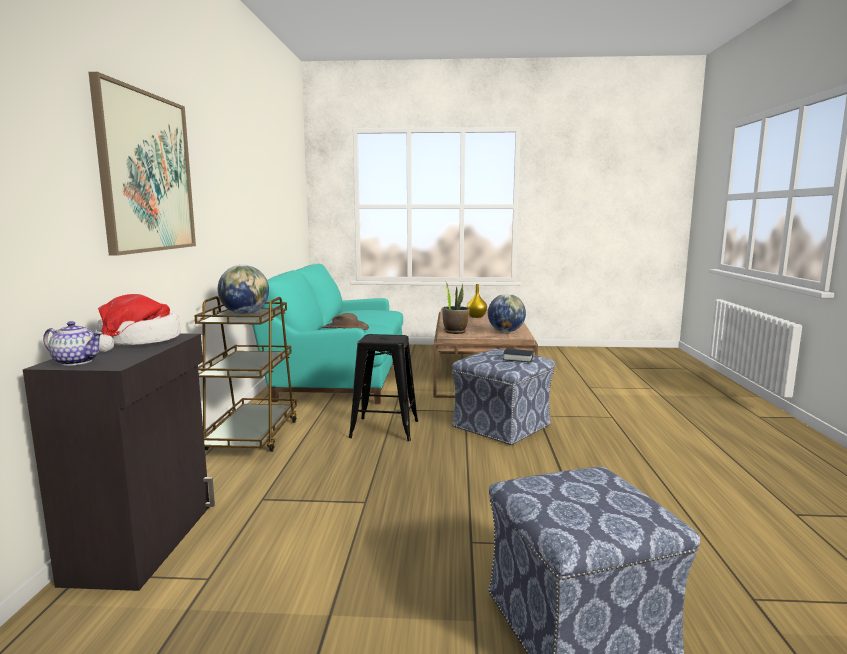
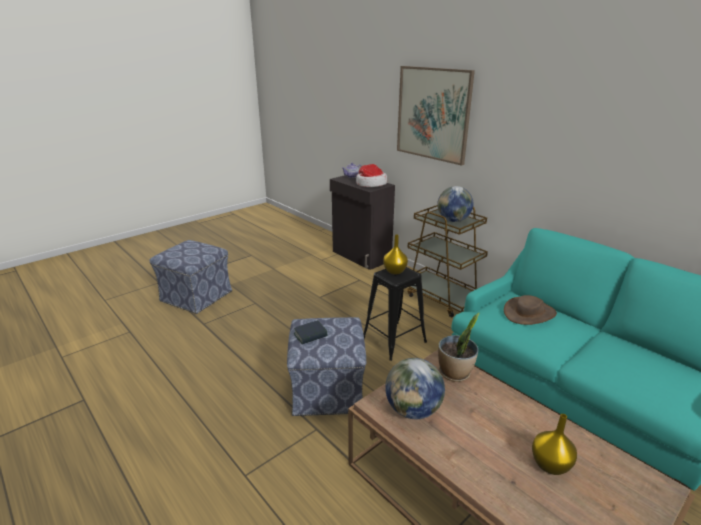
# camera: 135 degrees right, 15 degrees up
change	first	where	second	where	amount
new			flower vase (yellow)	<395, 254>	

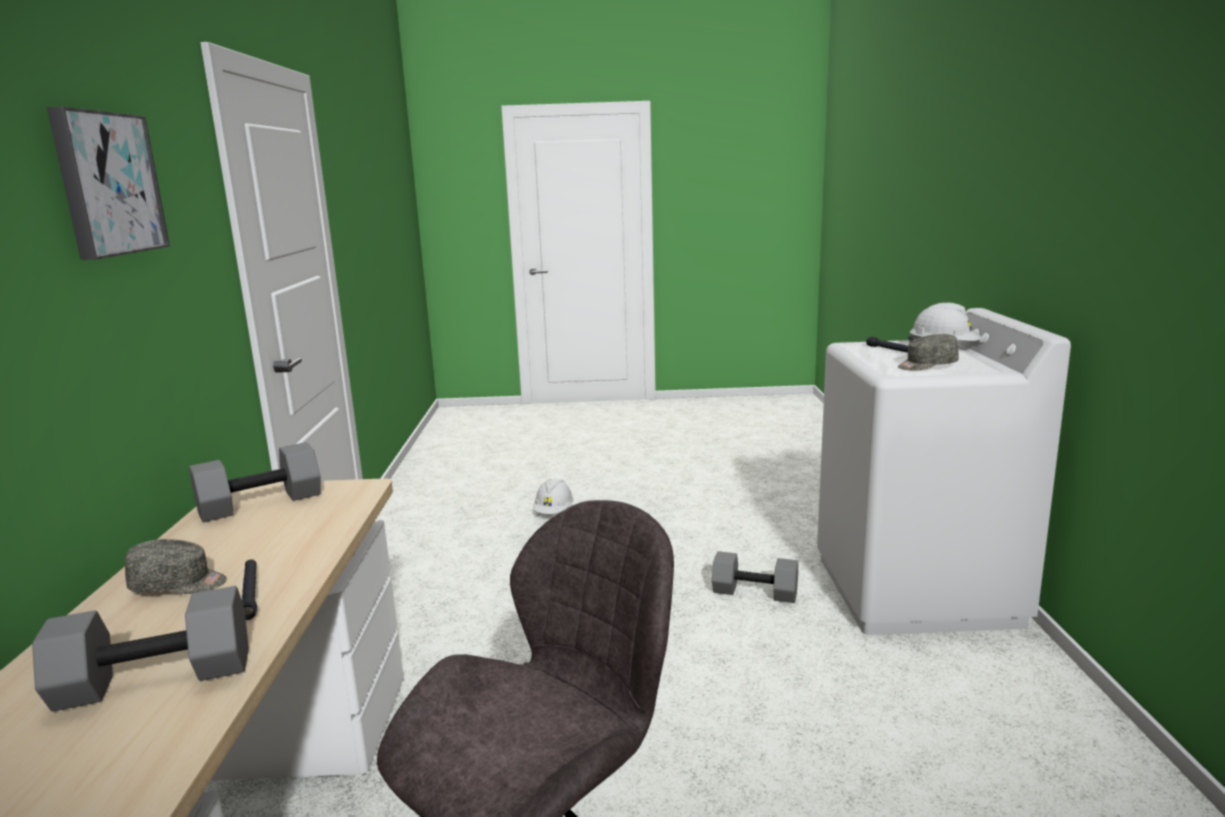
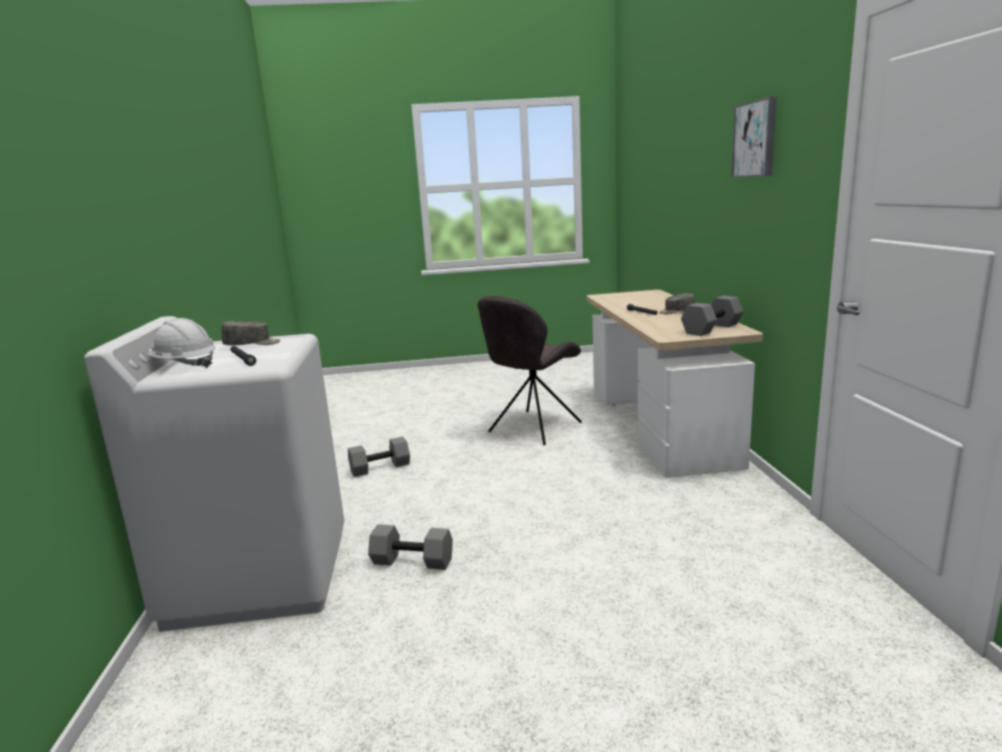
# camera: 175 degrees right, 0 degrees up
change	first	where	second	where	amount
gone	safety helmet (white)	<553, 496>			
shifted	free weight (gray)	<140, 649>		<379, 457>	

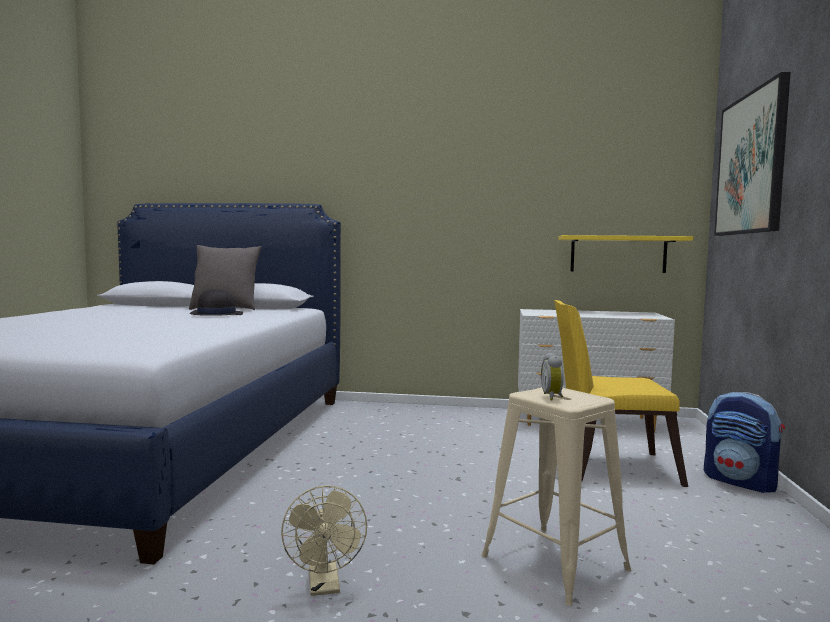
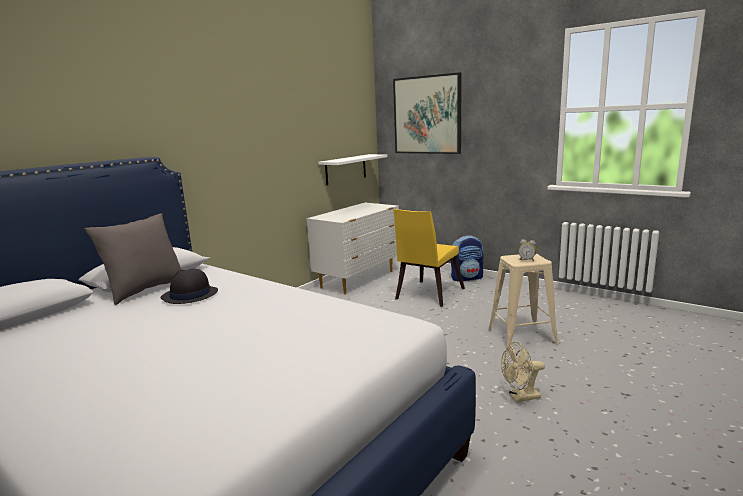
# camera: 60 degrees left, 10 degrees up
change	first	where	second	where	amount
repainted	bracket shelf (yellow)	<625, 254>	bracket shelf (white)	<353, 169>	
rotated	electric fan (beige-coloured)	<324, 540>		<523, 372>	150 degrees clockwise

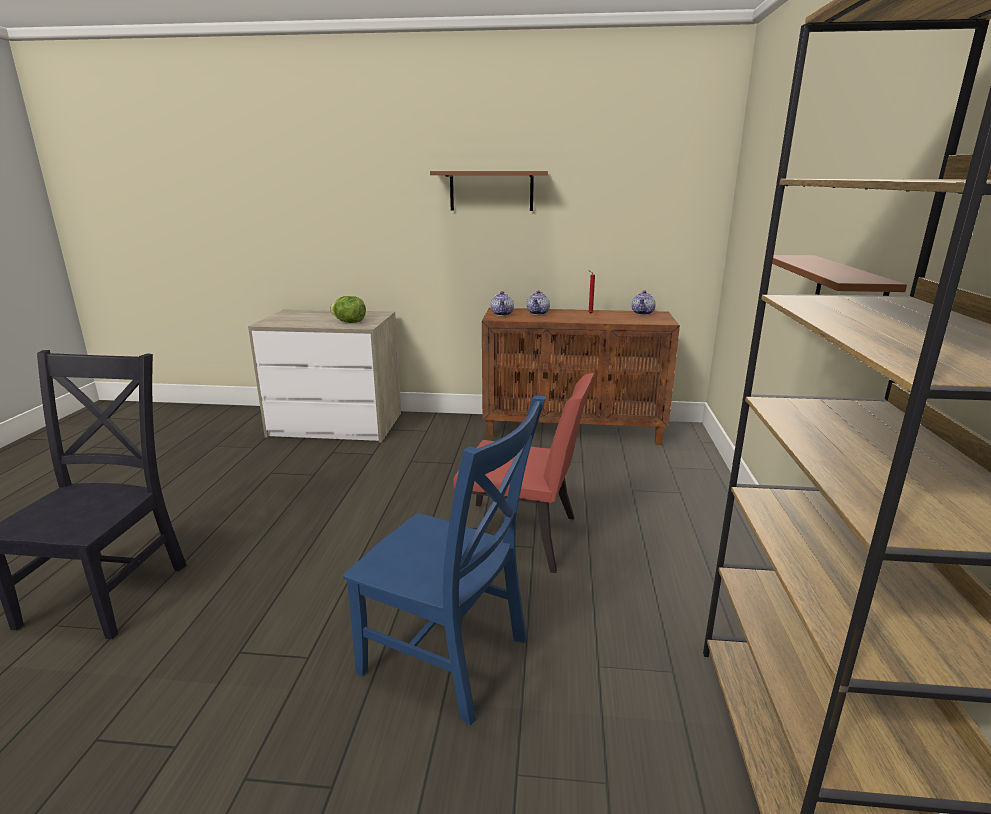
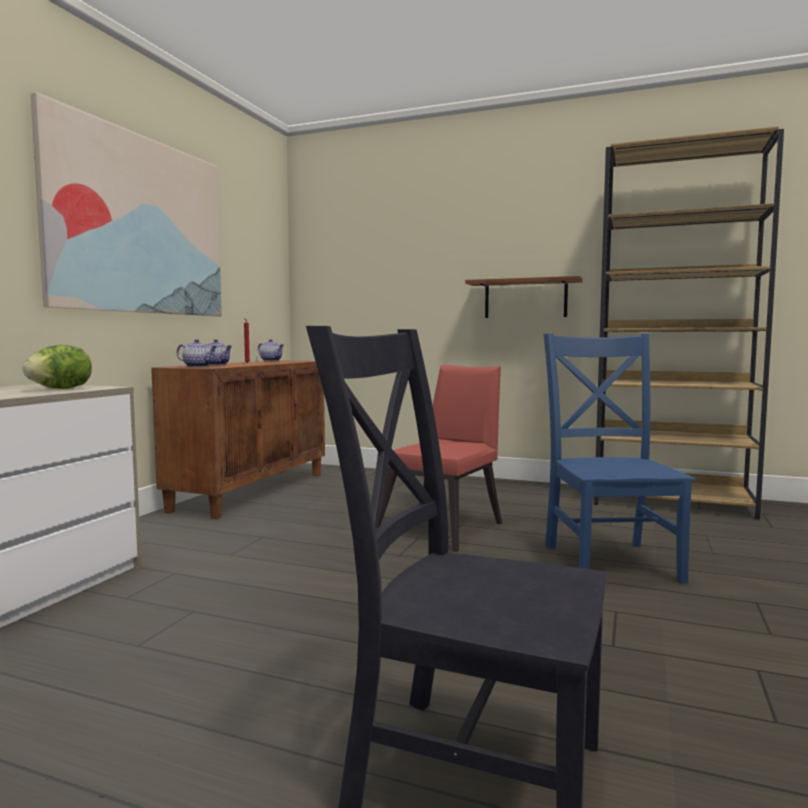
# camera: 75 degrees left, 15 degrees down
change	first	where	second	where	amount
swapped	bracket shelf (brownish)	<489, 191>	wall art	<126, 204>	
rotated	plain chair (blue)	<444, 560>		<620, 458>	45 degrees counterclockwise

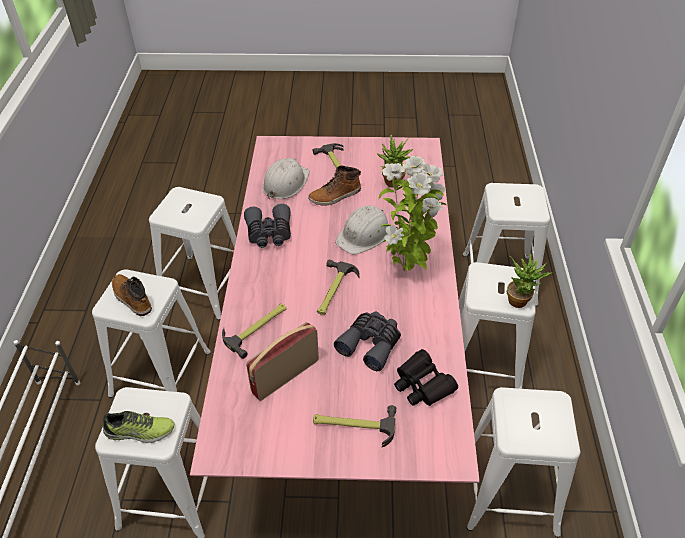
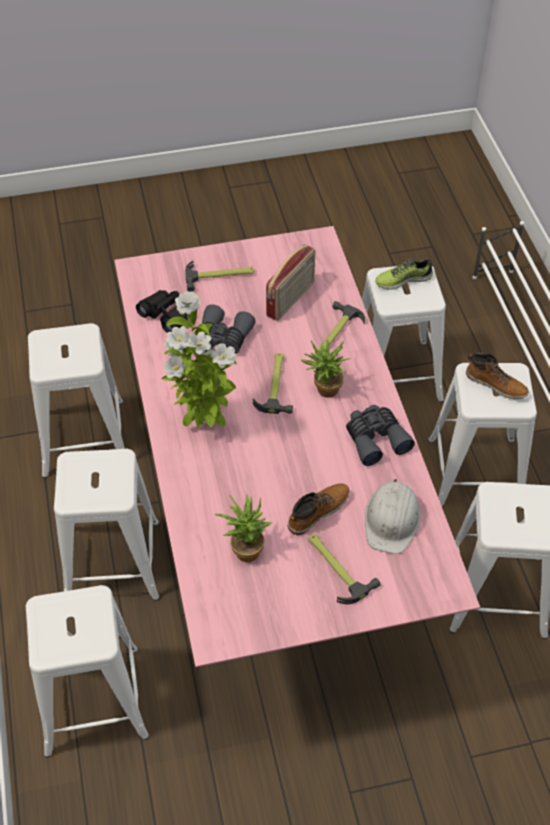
# camera: 165 degrees right, 5 degrees up
change	first	where	second	where	amount
gone	safety helmet (white)	<361, 230>			
shifted	plant in a pot	<529, 280>		<326, 369>	

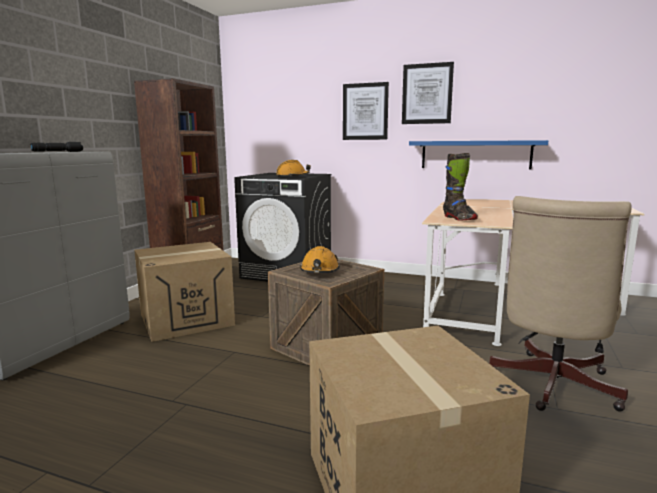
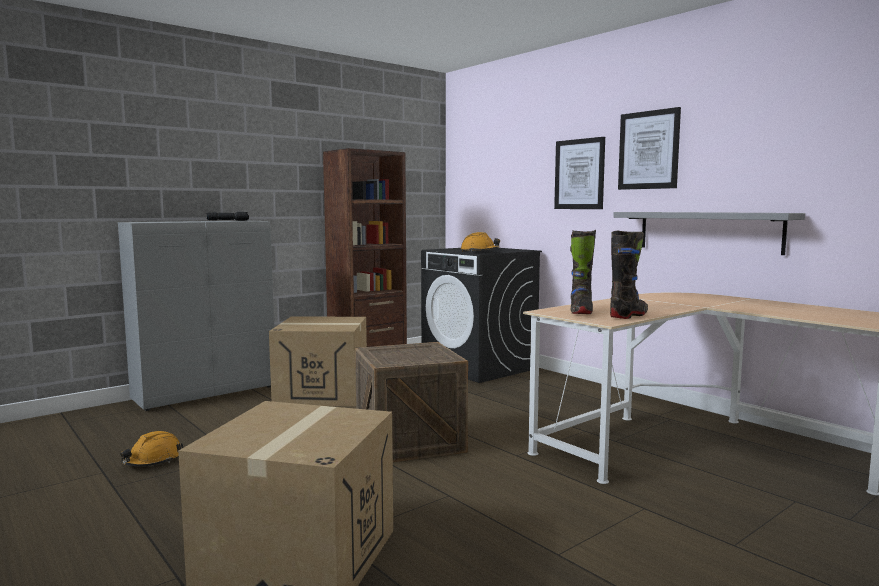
# camera: 30 degrees right, 5 degrees down
change	first	where	second	where	amount
gone	computer chair (beige-coloured)	<560, 304>			
new			high-top boot (black)	<629, 275>	
shifted	safety helmet (orange)	<320, 259>		<151, 448>	
repainted	bracket shelf (blue)	<478, 155>	bracket shelf (gray)	<709, 233>	

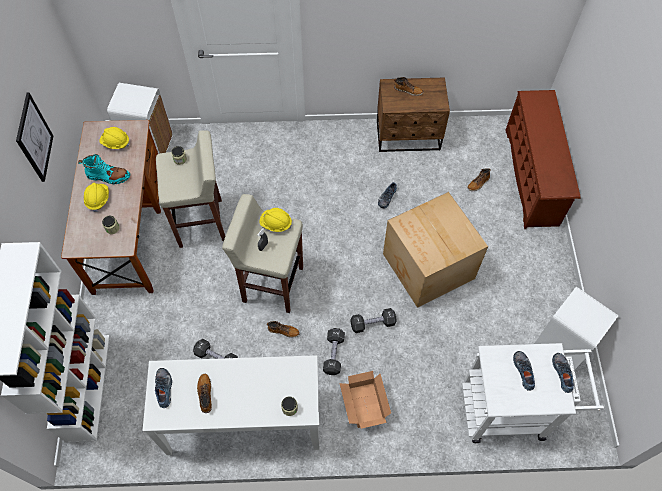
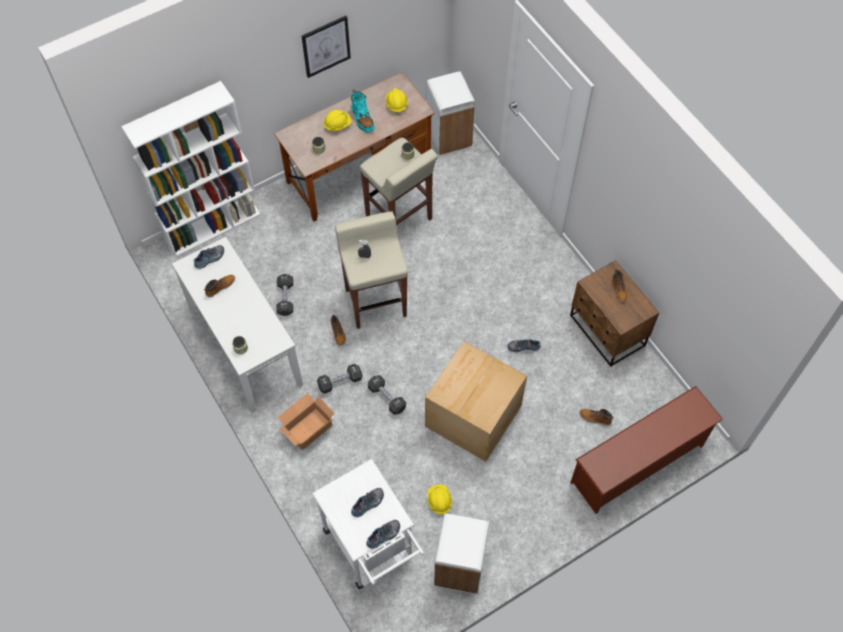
# camera: 60 degrees right, 0 degrees up
change	first	where	second	where	amount
shifted	safety helmet (yellow)	<275, 220>		<439, 500>	

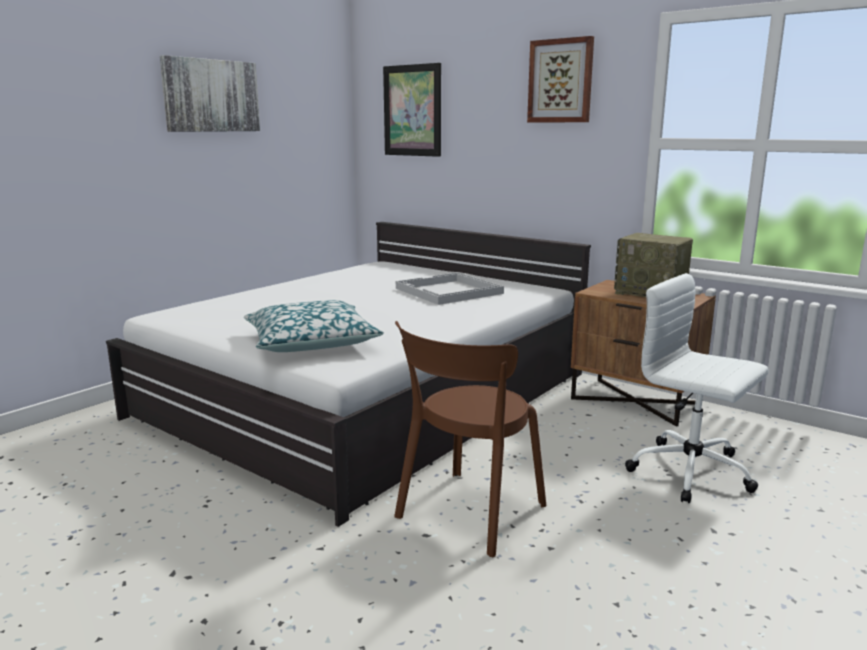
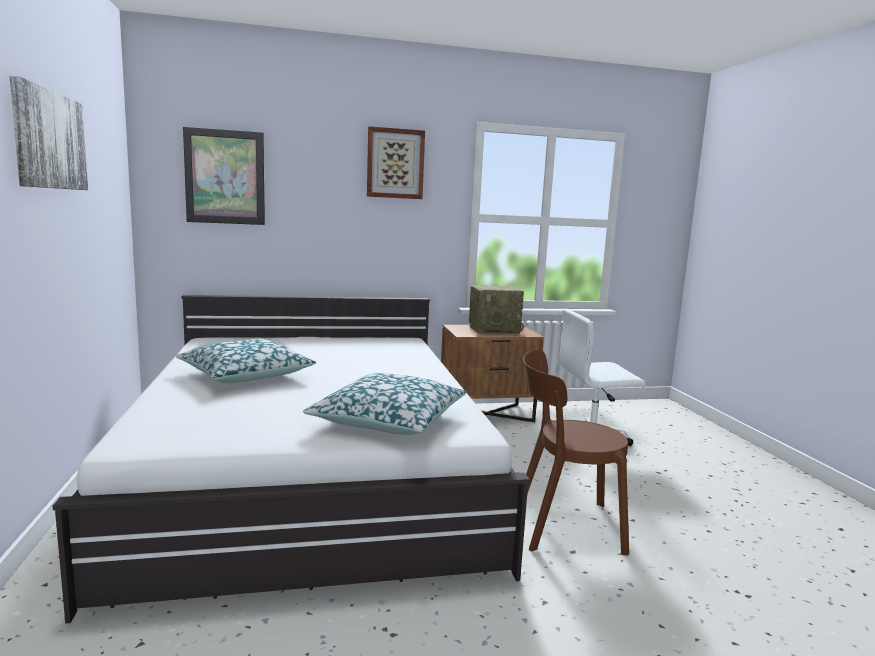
# camera: 50 degrees left, 5 degrees down
change	first	where	second	where	amount
gone	tray (white)	<450, 288>			
new			cushion	<246, 361>	
rotated	plain chair (brownish)	<470, 439>		<576, 452>	105 degrees clockwise

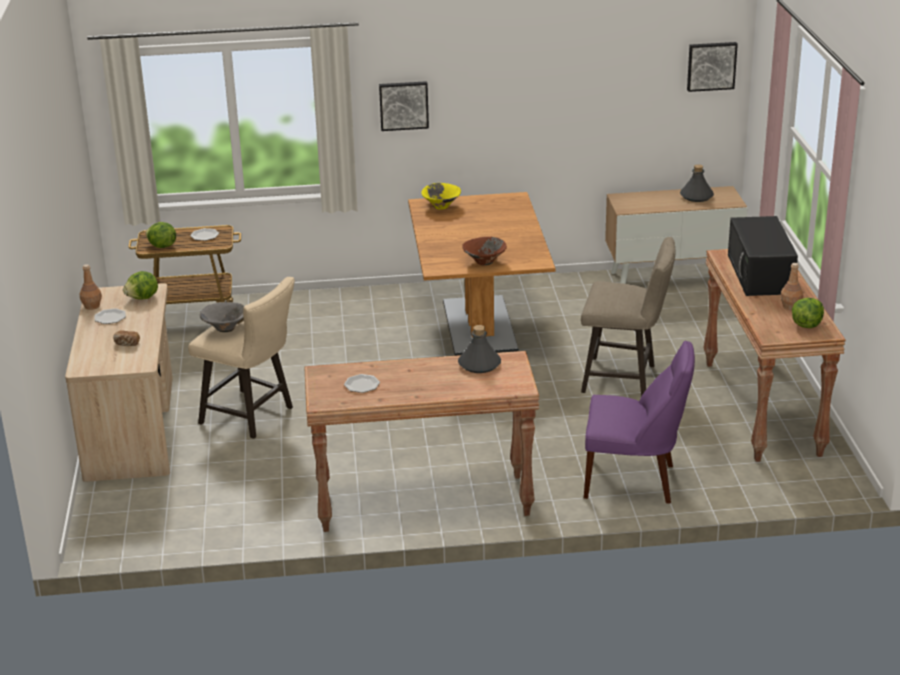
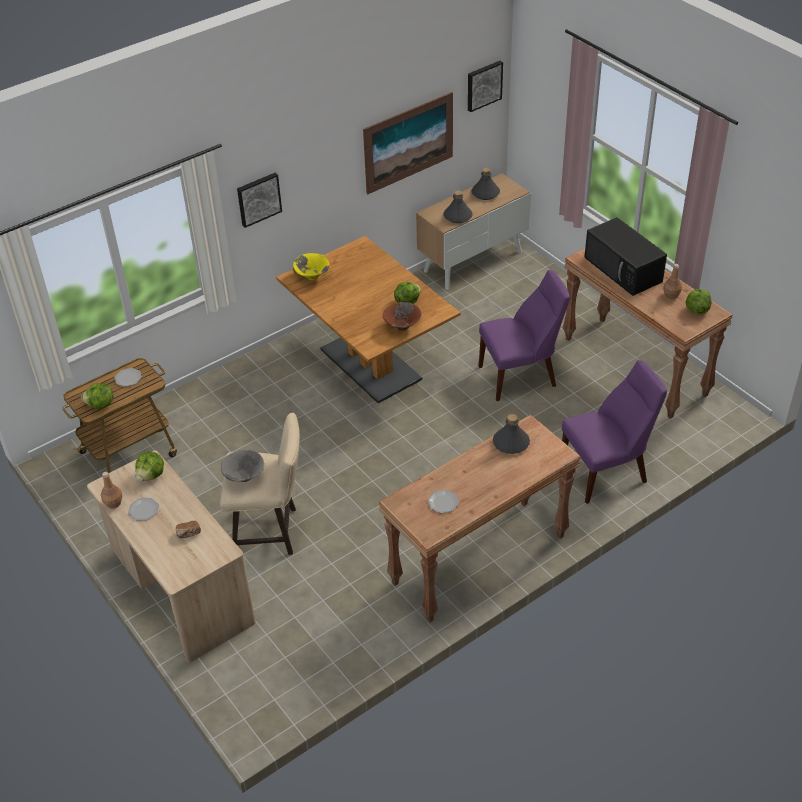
# camera: 30 degrees left, 15 degrees up
change	first	where	second	where	amount
new			wall art	<408, 143>	
new			lettuce	<407, 293>	
new			beverage bottle (gray)	<458, 207>	
swapped	stool (beige-coloured)	<628, 316>	plain chair (purple-coloured)	<524, 335>	

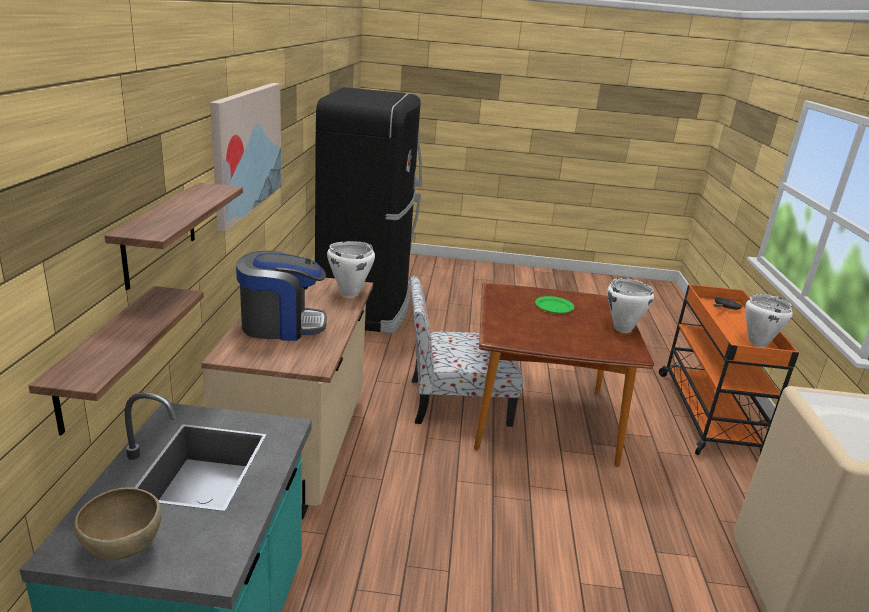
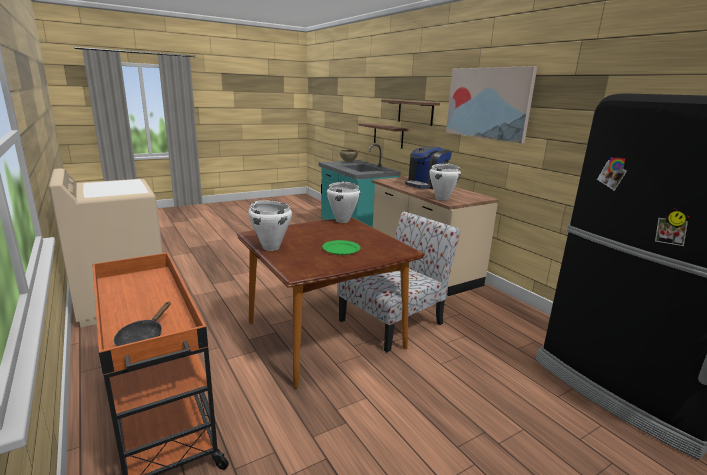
# camera: 145 degrees right, 5 degrees down
change	first	where	second	where	amount
shifted	stockpot (white)	<769, 320>		<343, 202>	

